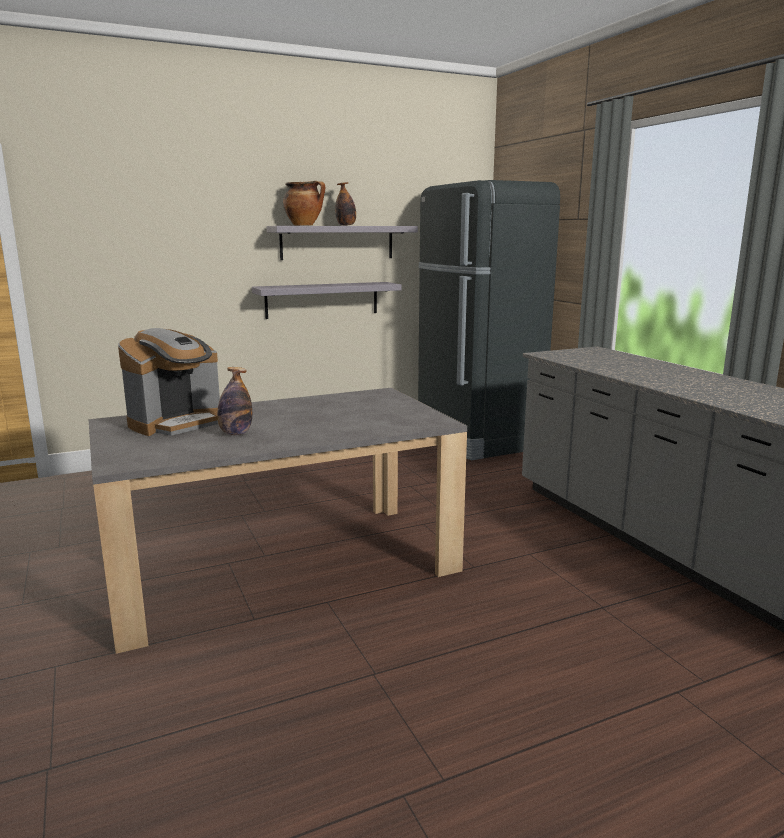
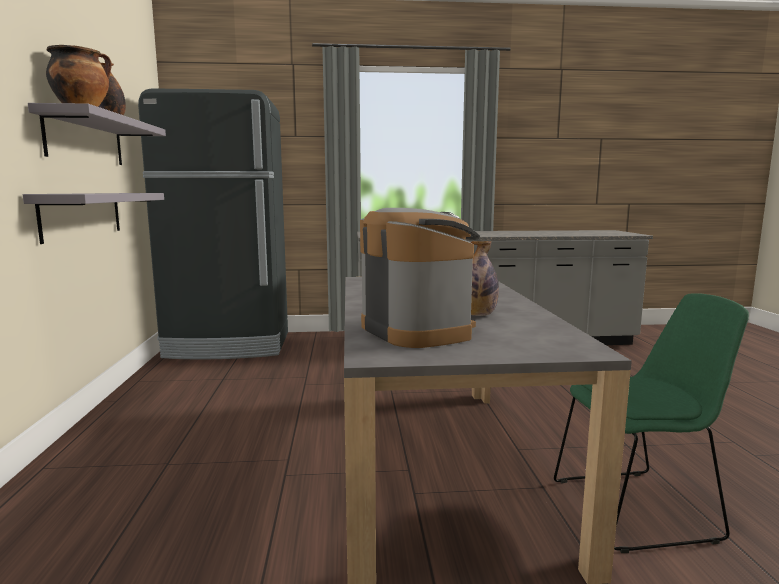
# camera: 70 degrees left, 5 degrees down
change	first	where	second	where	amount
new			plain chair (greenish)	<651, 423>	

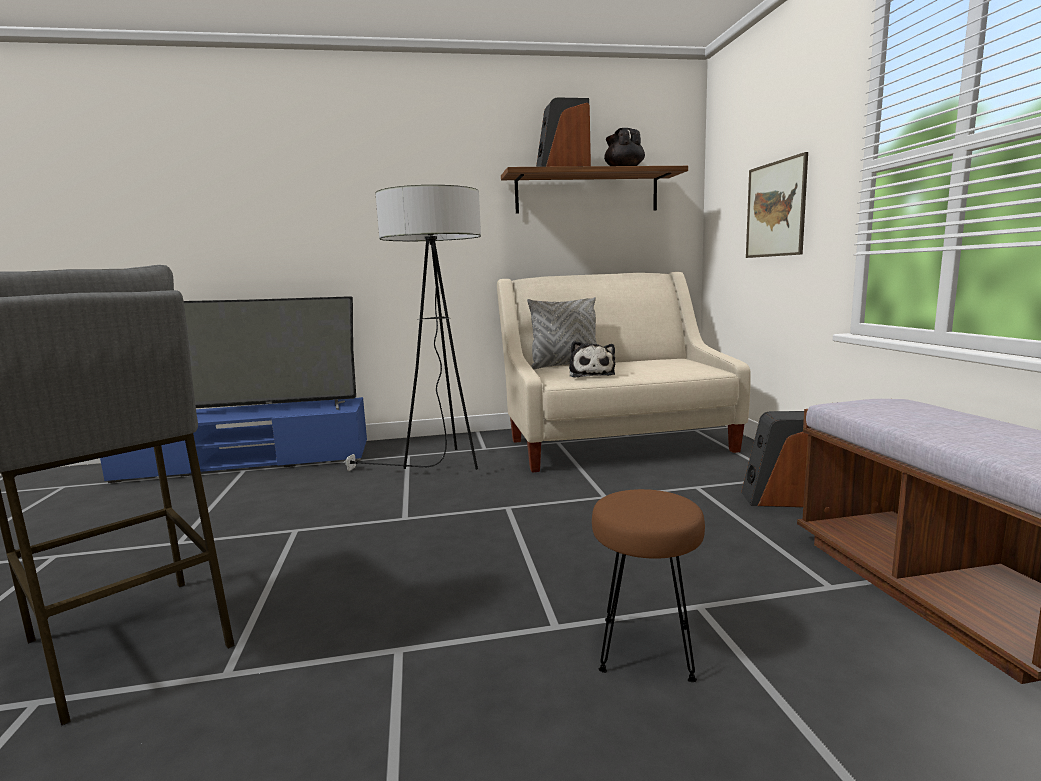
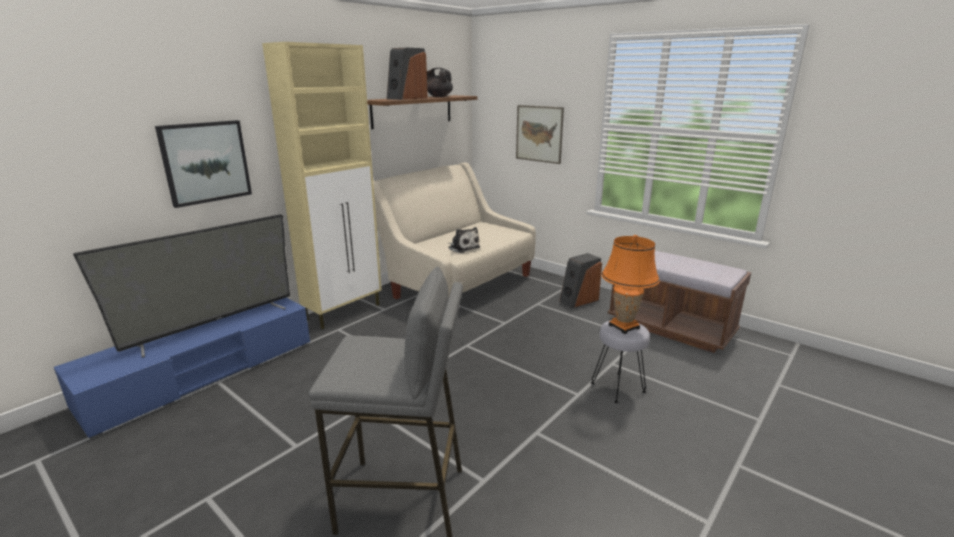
# camera: 40 degrees left, 10 degrees up
change	first	where	second	where	amount
gone	standard lamp	<411, 328>			
gone	cushion (gray)	<562, 333>			
new			wall art	<203, 164>	
new			cupboard (beige-coloured)	<322, 185>	
new			tabletop lamp (orange)	<630, 284>	
repainted	stool (brownish)	<648, 585>	stool (gray)	<620, 361>	

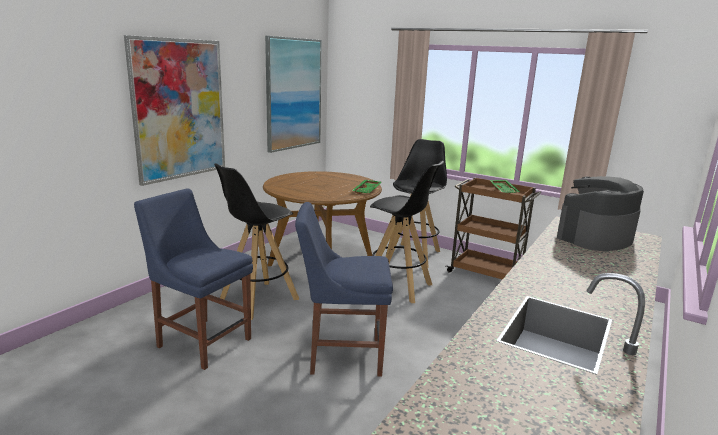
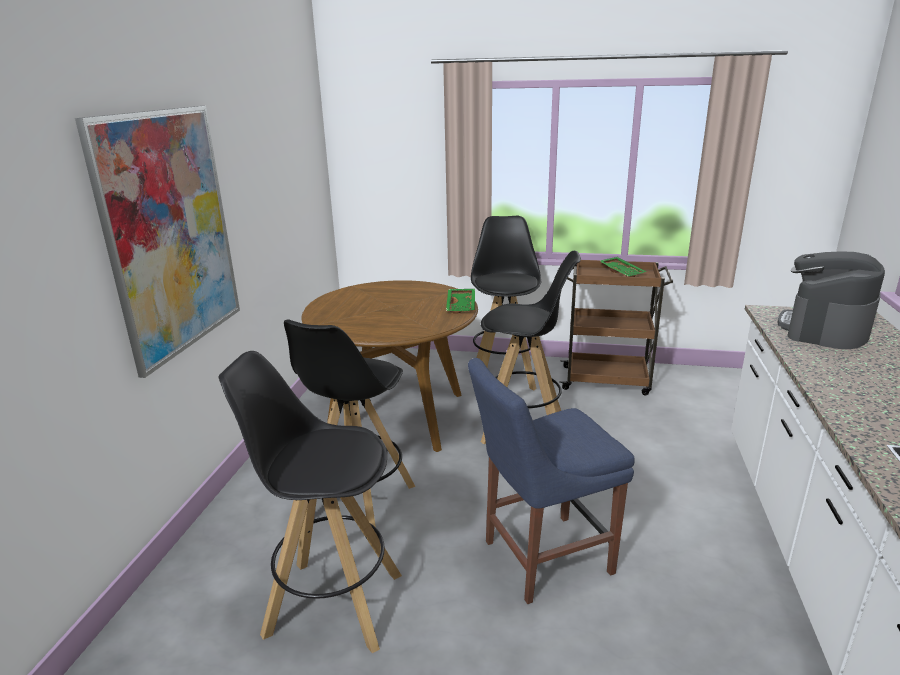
# camera: 20 degrees left, 5 degrees up
change	first	where	second	where	amount
gone	wall art	<293, 94>			
swapped	plain chair (blue)	<193, 279>	stool (black)	<310, 502>	

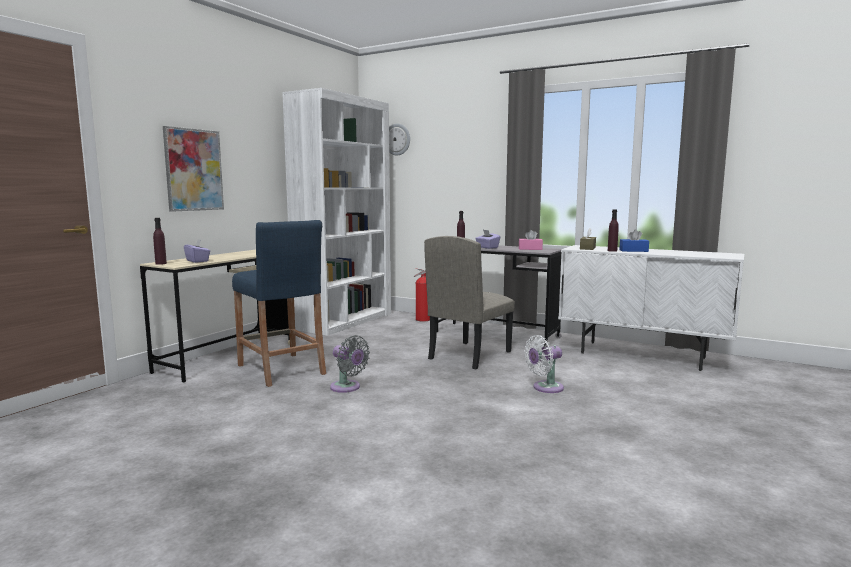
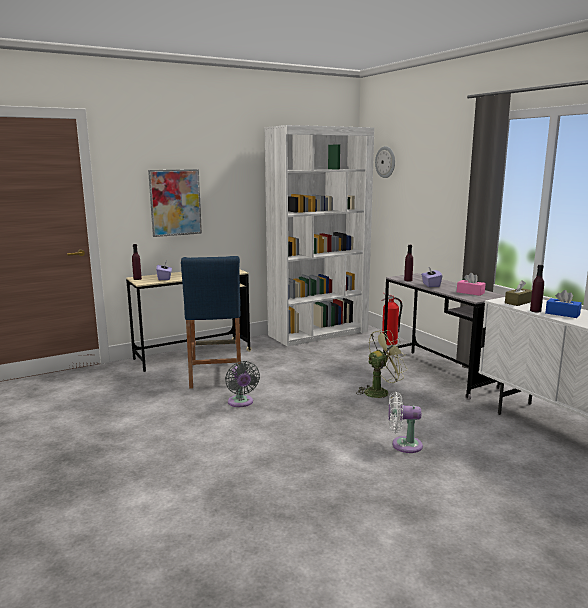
# camera: 30 degrees right, 5 degrees up
change	first	where	second	where	amount
swapped	plain chair (beige-coloured)	<469, 302>	electric fan (greenish)	<382, 364>	

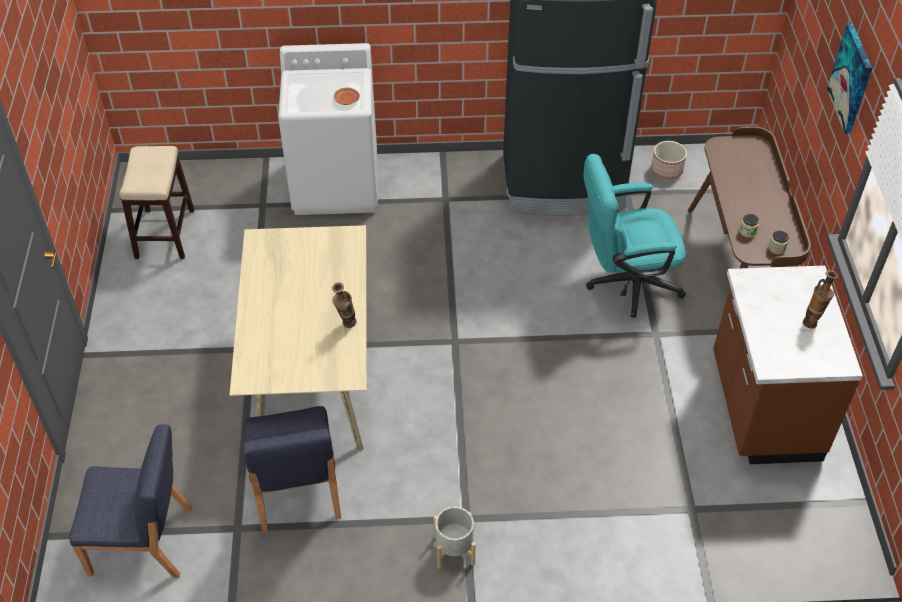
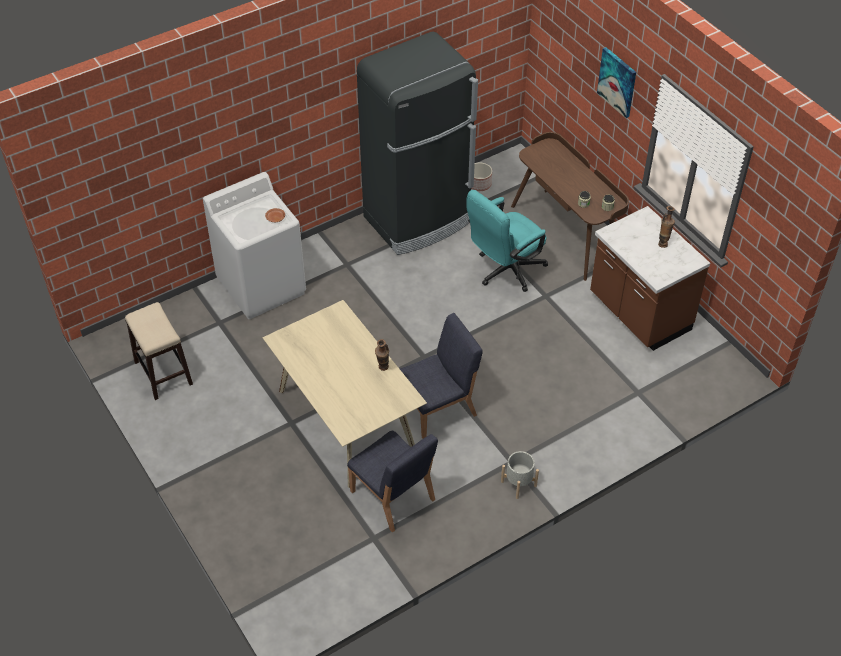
# camera: 30 degrees left, 0 degrees up
change	first	where	second	where	amount
shifted	plain chair (blue)	<131, 501>		<441, 376>	

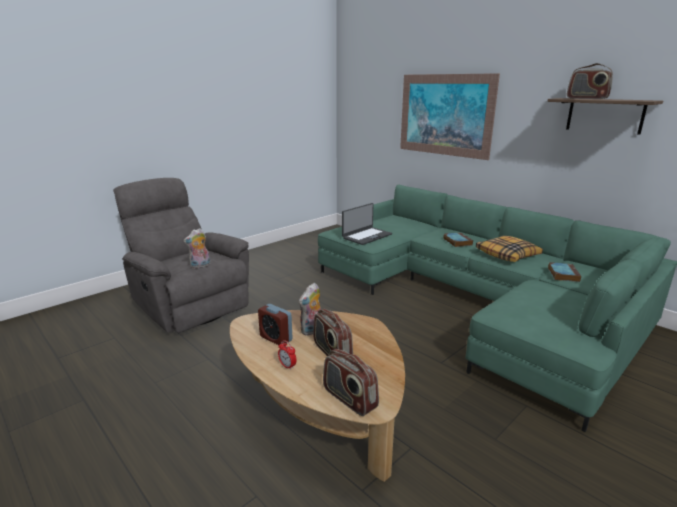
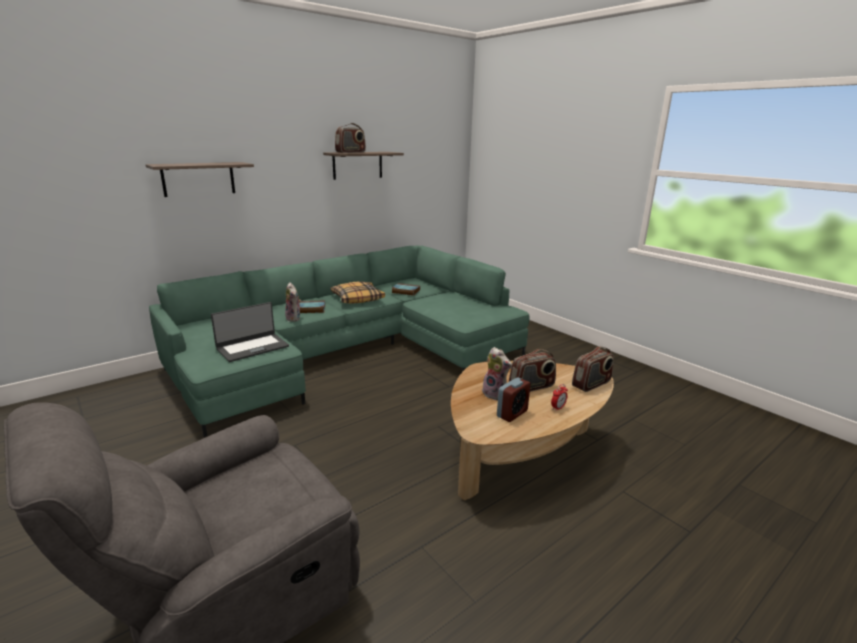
# camera: 85 degrees left, 0 degrees up
change	first	where	second	where	amount
shifted	soft toy	<196, 248>		<293, 302>	
swapped	wall art	<450, 116>	bracket shelf	<199, 179>	
rotated	laptop	<367, 224>		<250, 332>	90 degrees clockwise

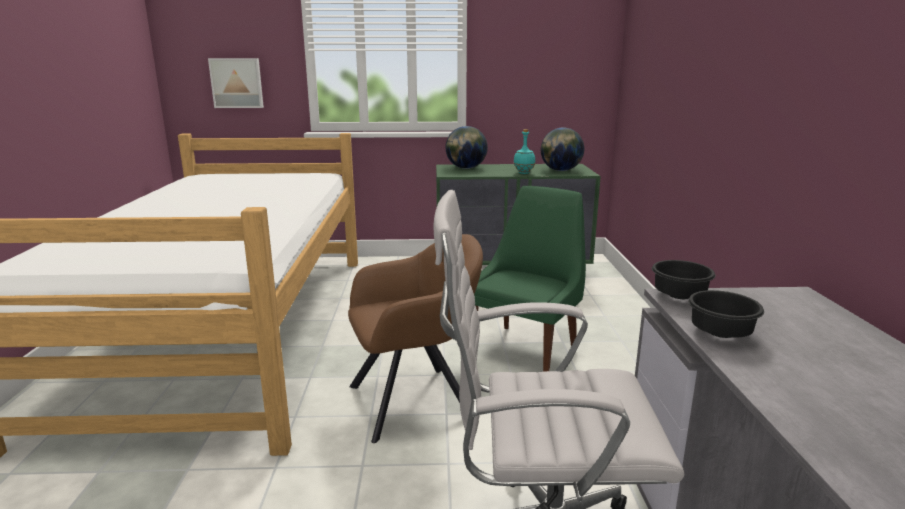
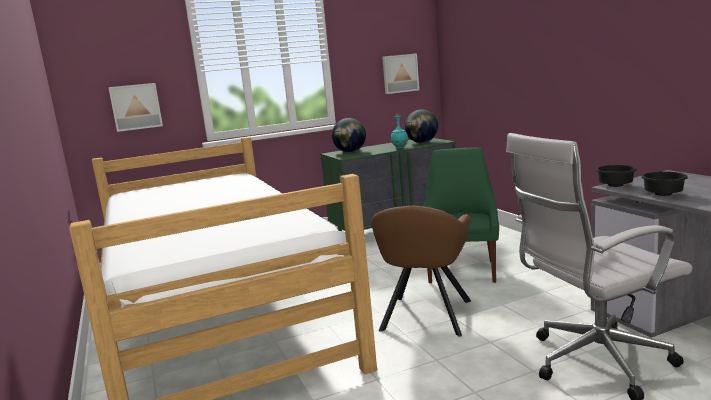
# camera: 20 degrees left, 5 degrees down
change	first	where	second	where	amount
new			wall art	<400, 73>	
rotated	lounge chair (brownish)	<415, 338>		<421, 271>	150 degrees clockwise

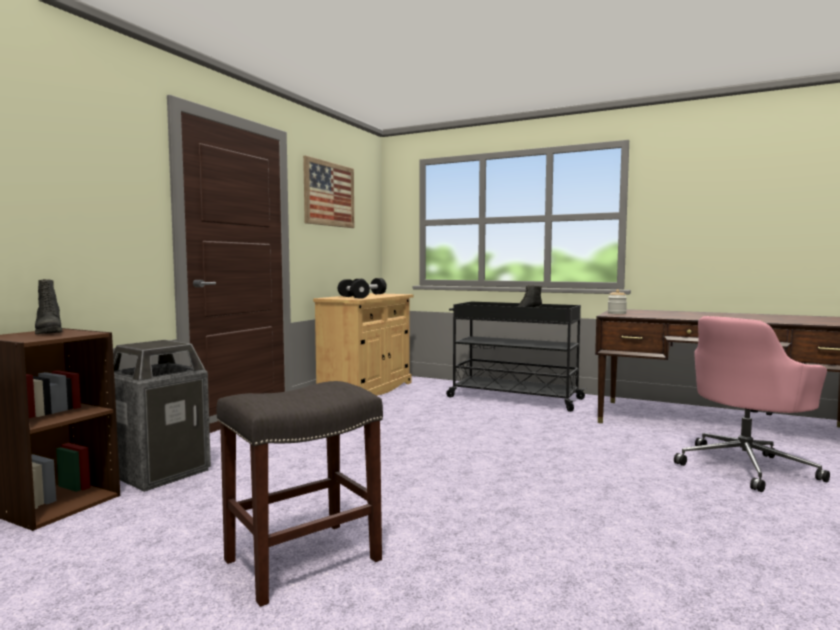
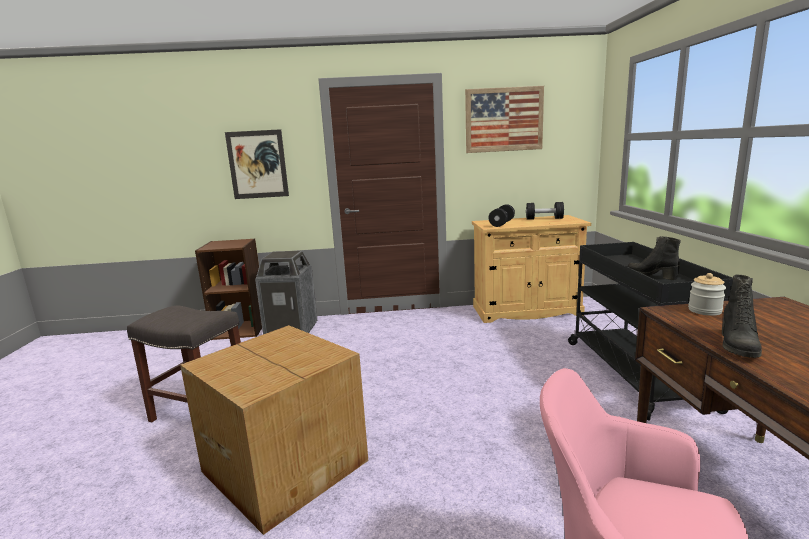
# camera: 60 degrees right, 10 degrees up
change	first	where	second	where	amount
new			cardboard box	<274, 430>	
new			wall art	<257, 164>	
shifted	high-top boot (black)	<48, 306>		<742, 316>	

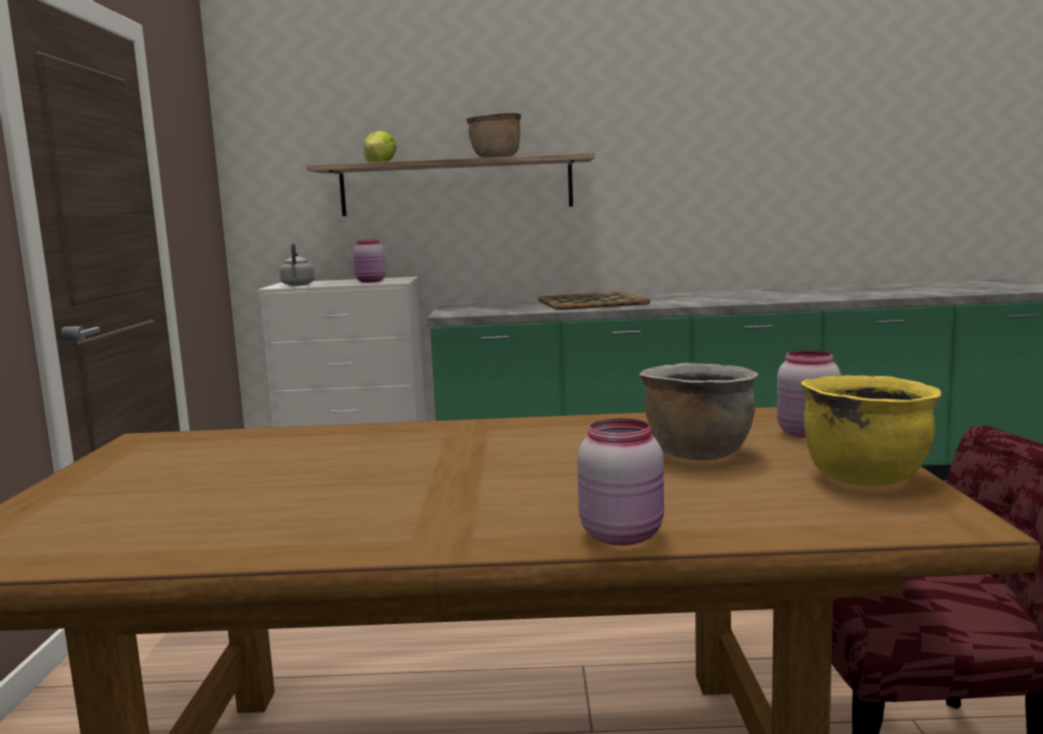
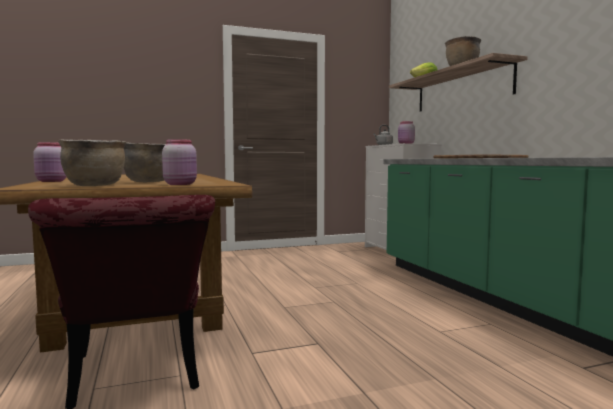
# camera: 70 degrees right, 5 degrees down
change	first	where	second	where	amount
repainted	stockpot (yellow)	<871, 430>	stockpot (brownish)	<92, 162>	

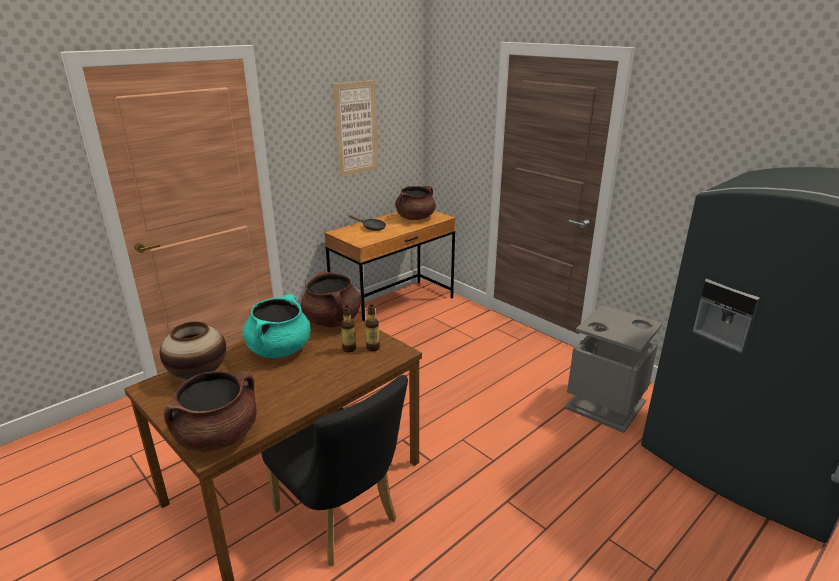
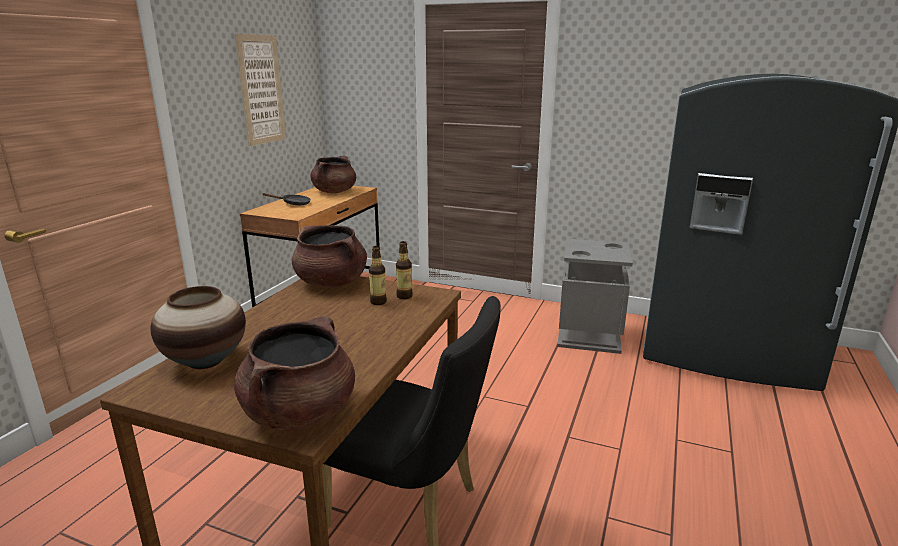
# camera: 25 degrees left, 5 degrees down
change	first	where	second	where	amount
gone	stockpot (turquoise)	<277, 326>			

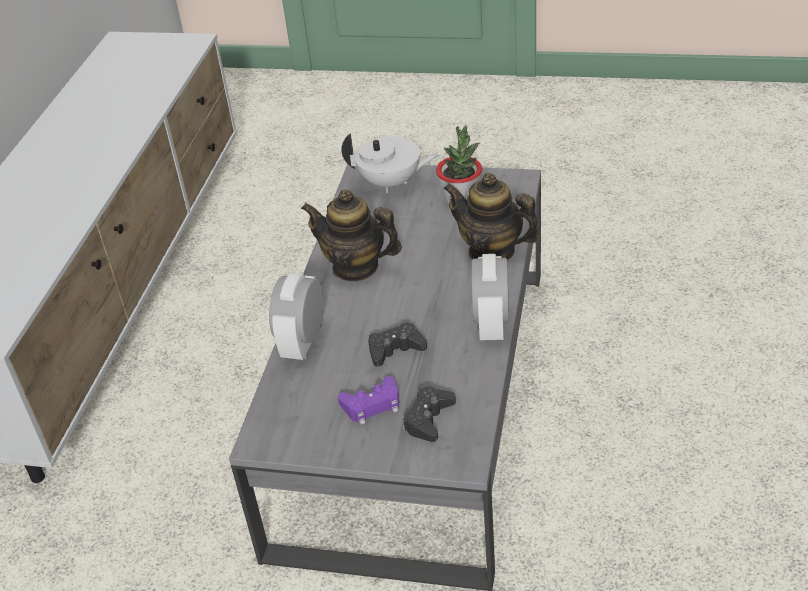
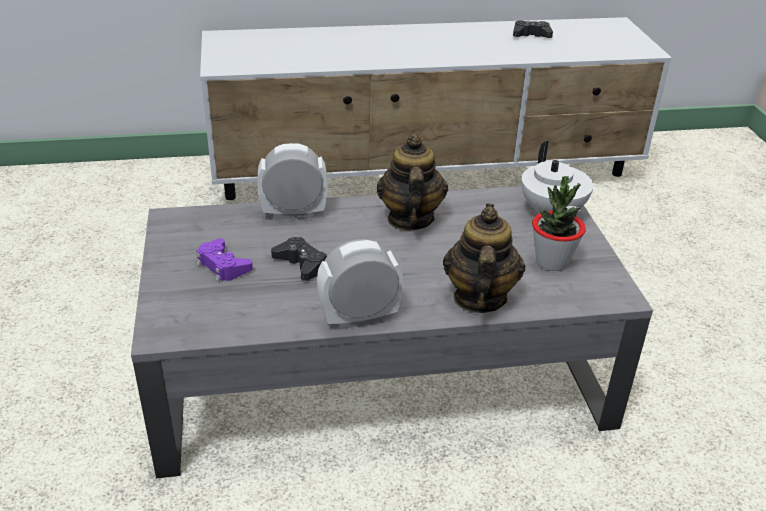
# camera: 65 degrees right, 5 degrees down
change	first	where	second	where	amount
shifted	game controller (black)	<429, 414>		<533, 29>	

